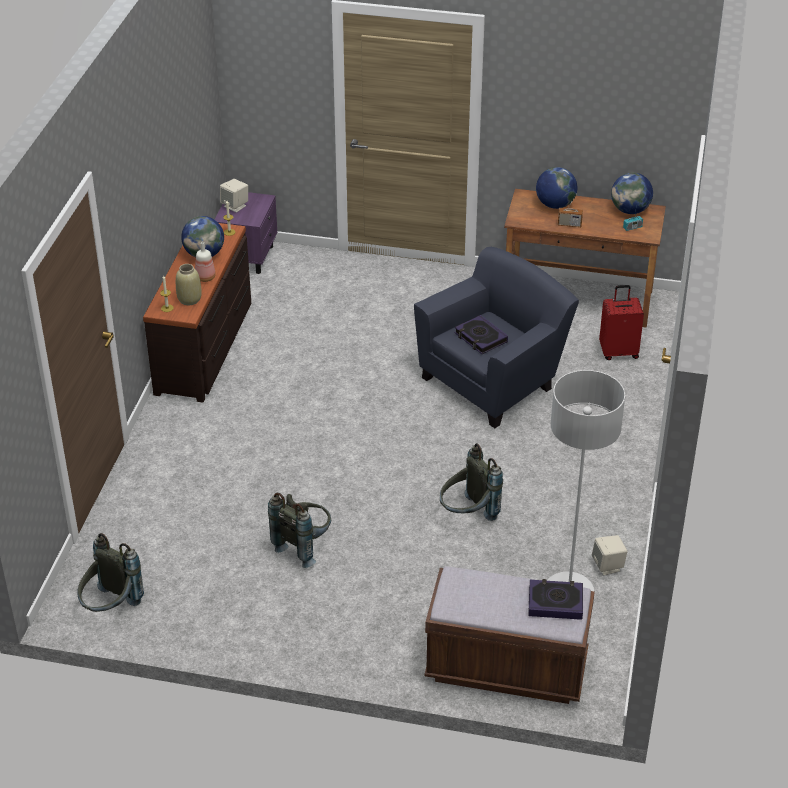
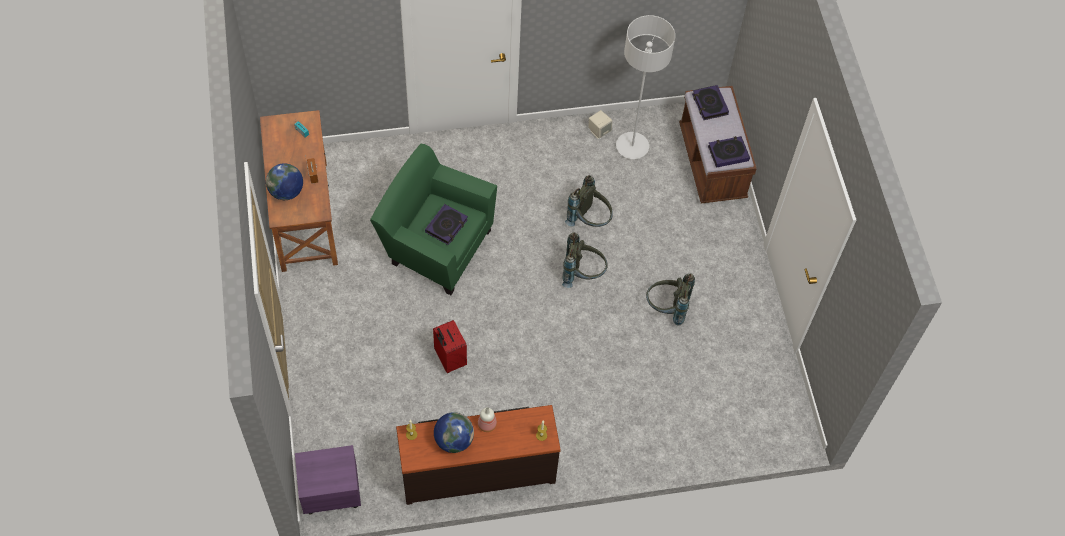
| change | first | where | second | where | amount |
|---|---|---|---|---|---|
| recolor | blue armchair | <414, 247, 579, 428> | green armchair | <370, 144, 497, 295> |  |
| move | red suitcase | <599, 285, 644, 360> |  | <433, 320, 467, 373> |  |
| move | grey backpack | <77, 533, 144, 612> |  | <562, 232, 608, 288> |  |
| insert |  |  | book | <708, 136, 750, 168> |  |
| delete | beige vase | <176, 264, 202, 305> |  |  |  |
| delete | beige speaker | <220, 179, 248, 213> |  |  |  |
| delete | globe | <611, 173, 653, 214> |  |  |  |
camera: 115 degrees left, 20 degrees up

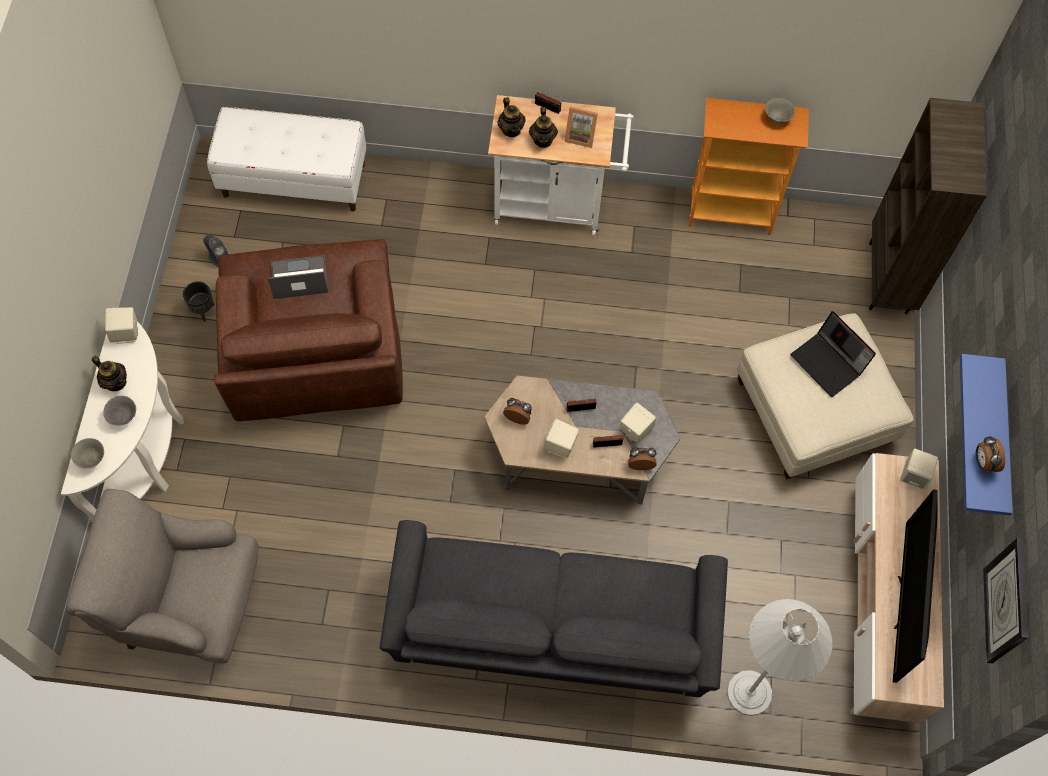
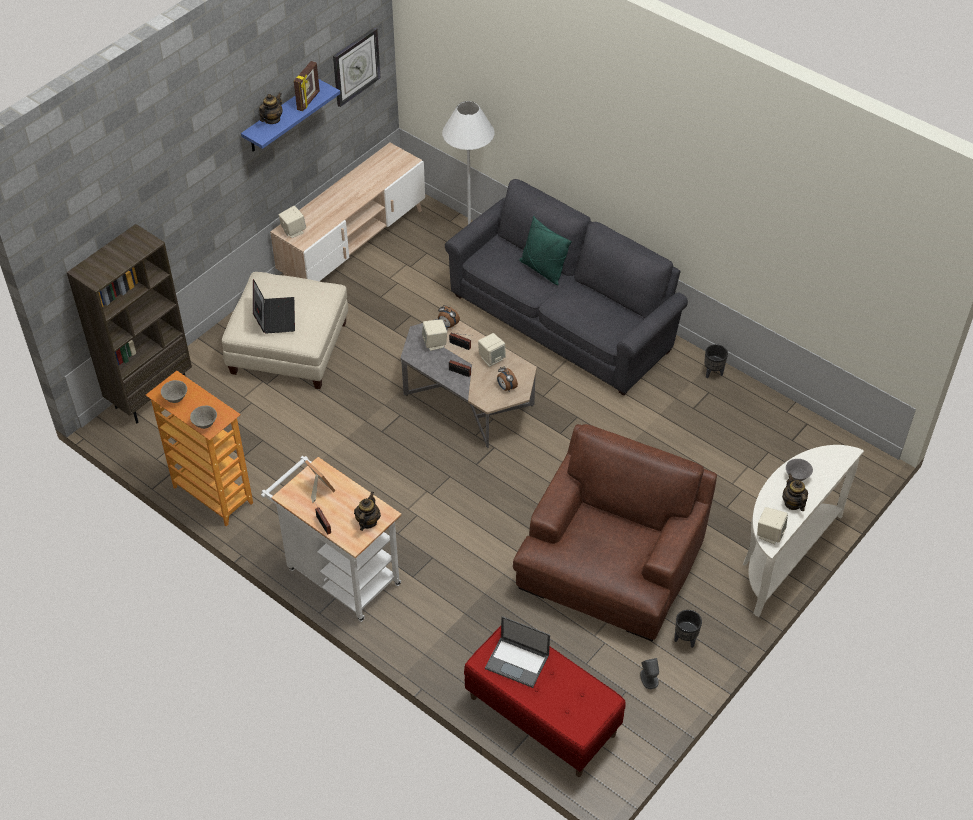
| change | first | where | second | where | amount |
|---|---|---|---|---|---|
| move | grey bowl | <71, 438, 104, 469> |  | <190, 406, 217, 429> |  |
| move | teapot | <529, 107, 558, 148> |  | <259, 93, 282, 124> |  |
| replace | alarm clock | <976, 436, 1005, 472> | picture frame | <294, 61, 320, 111> |  |
| recolor | white bench | <207, 107, 366, 211> | red bench | <464, 626, 626, 777> |  |
| move | laptop | <268, 255, 328, 299> |  | <485, 616, 550, 688> |  |
| insert |  |  | green pillow | <519, 216, 572, 286> |  |
| insert |  |  | black planter | <704, 344, 728, 378> |  |
| delete | grey armchair | <66, 489, 258, 663> |  |  |  |
| delete | television | <893, 489, 938, 683> |  |  |  |
camera: 145 degrees left, 15 degrees down

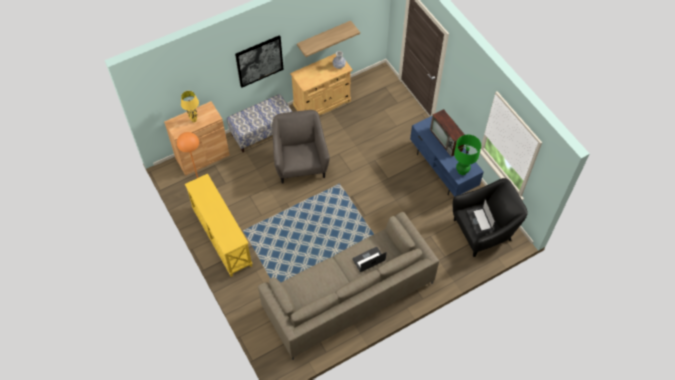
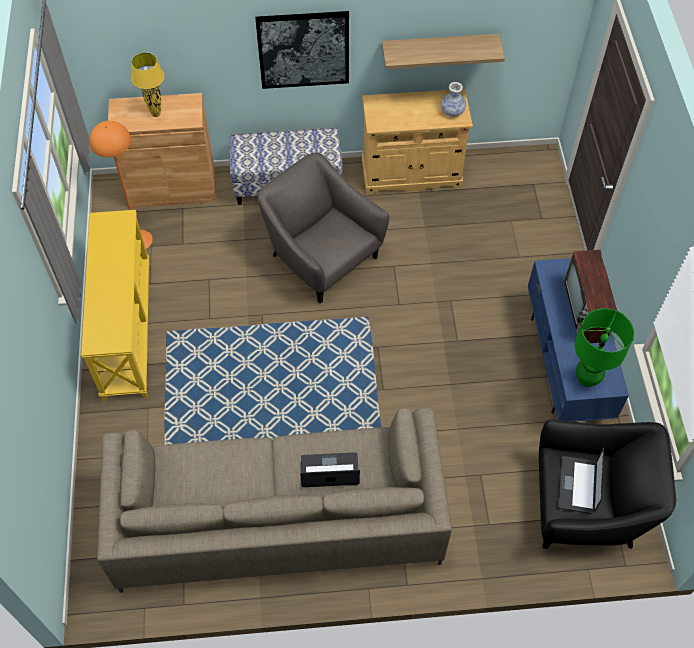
| change | first | where | second | where | amount |
|---|---|---|---|---|---|
| rotate | grey armchair | <273, 110, 330, 184> |  | <258, 152, 389, 303> | 60 degrees counterclockwise |
camera: 25 degrees right, 0 degrees up

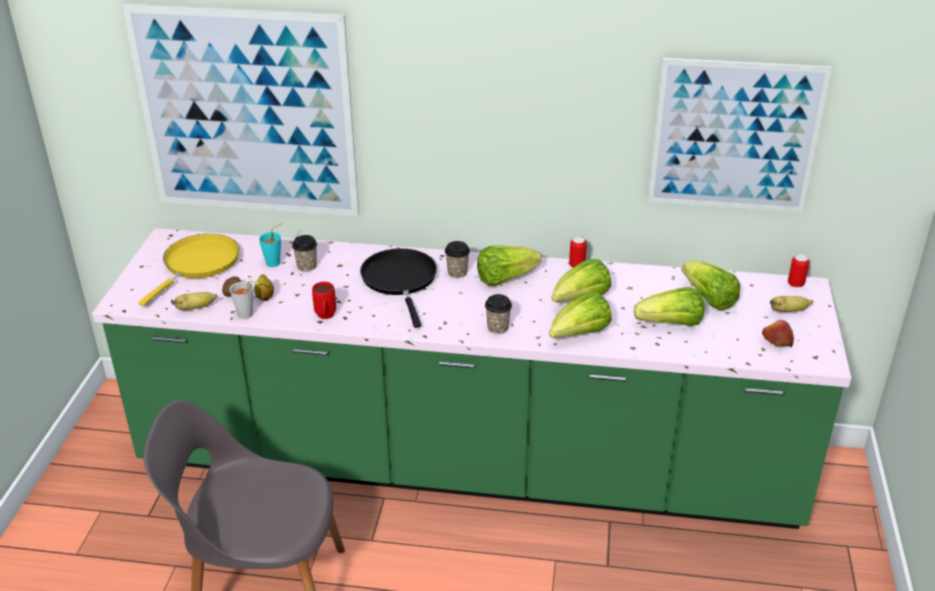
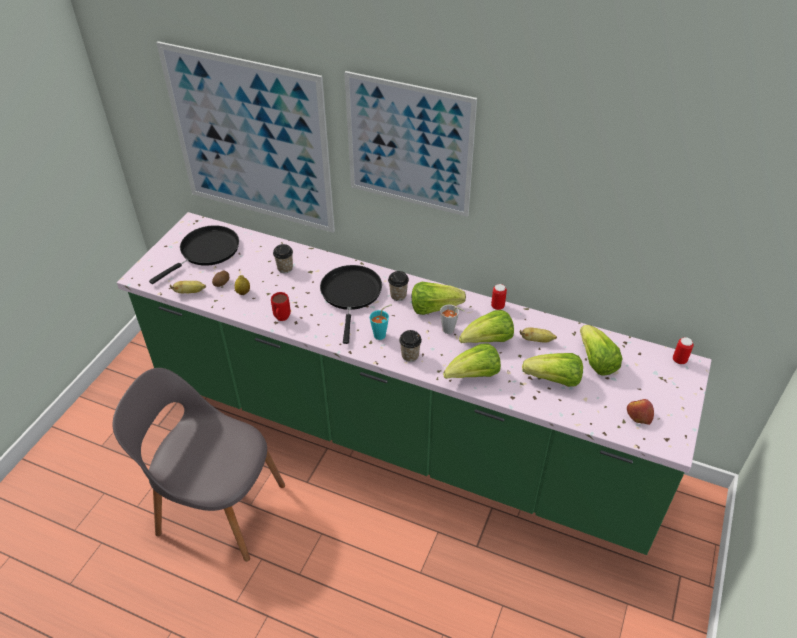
| change | first | where | second | where | amount |
|---|---|---|---|---|---|
| recolor | yellow frying pan | <138, 234, 239, 306> | black frying pan | <149, 225, 239, 284> |  |
| move | picture | <648, 58, 832, 212> |  | <344, 71, 477, 217> |  |
| move | turquoise cup | <259, 223, 283, 267> |  | <370, 304, 392, 340> |  |
| move | grey cup | <230, 281, 259, 319> |  | <440, 305, 465, 334> |  |
| move | banana | <770, 296, 813, 312> |  | <520, 327, 557, 342> |  |
camera: 15 degrees right, 10 degrees up

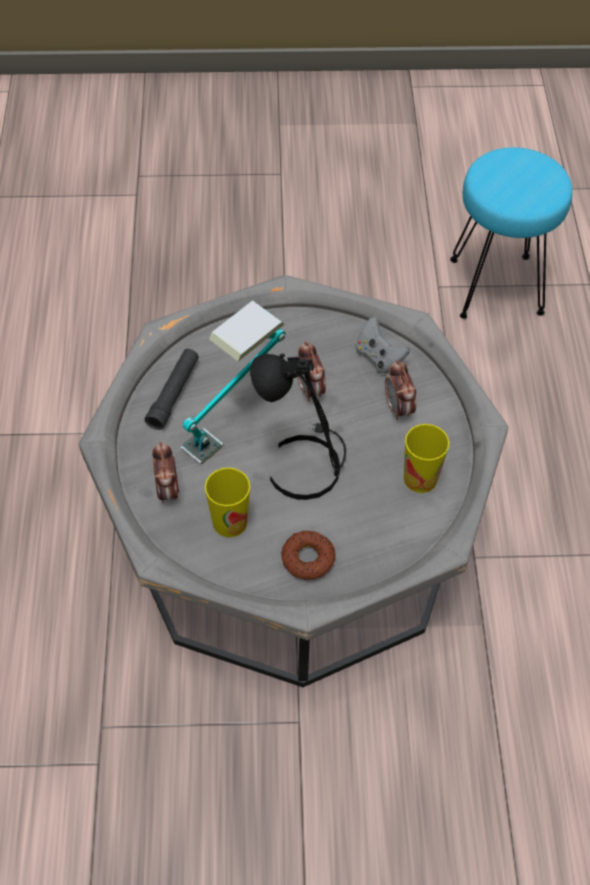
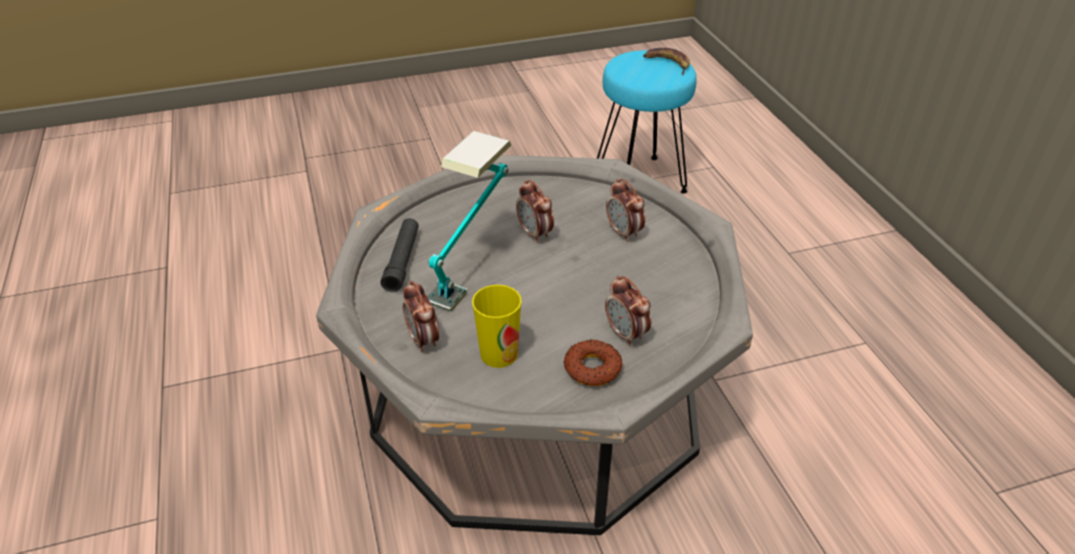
| change | first | where | second | where | amount |
|---|---|---|---|---|---|
| insert |  |  | alarm clock | <605, 276, 652, 346> |  |
| insert |  |  | banana | <643, 48, 690, 75> |  |
| delete | black table lamp | <250, 353, 346, 500> |  |  |  |
| delete | grey game controller | <356, 316, 410, 374> |  |  |  |
| delete | cup | <404, 424, 449, 493> |  |  |  |
camera: 15 degrees left, 15 degrees down

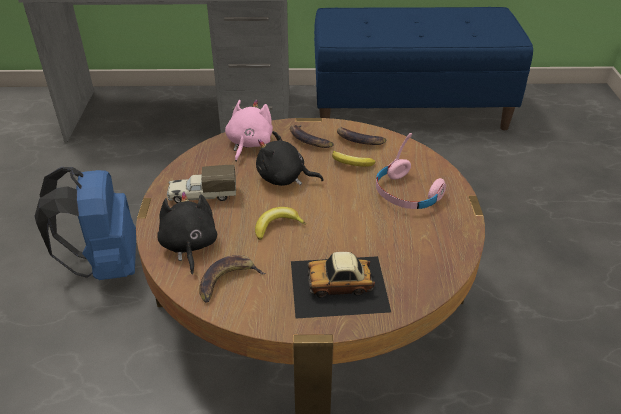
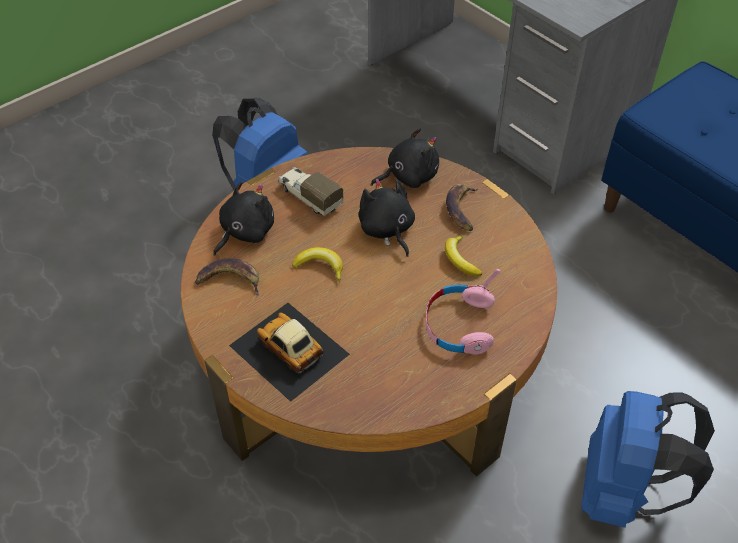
| change | first | where | second | where | amount |
|---|---|---|---|---|---|
| recolor | pink plush toy | <225, 99, 273, 162> | black plush toy | <371, 128, 439, 188> |  |
| insert |  |  | blue backpack | <581, 391, 715, 528> |  |
| delete | banana | <337, 127, 386, 145> |  |  |  |
camera: 50 degrees right, 10 degrees up

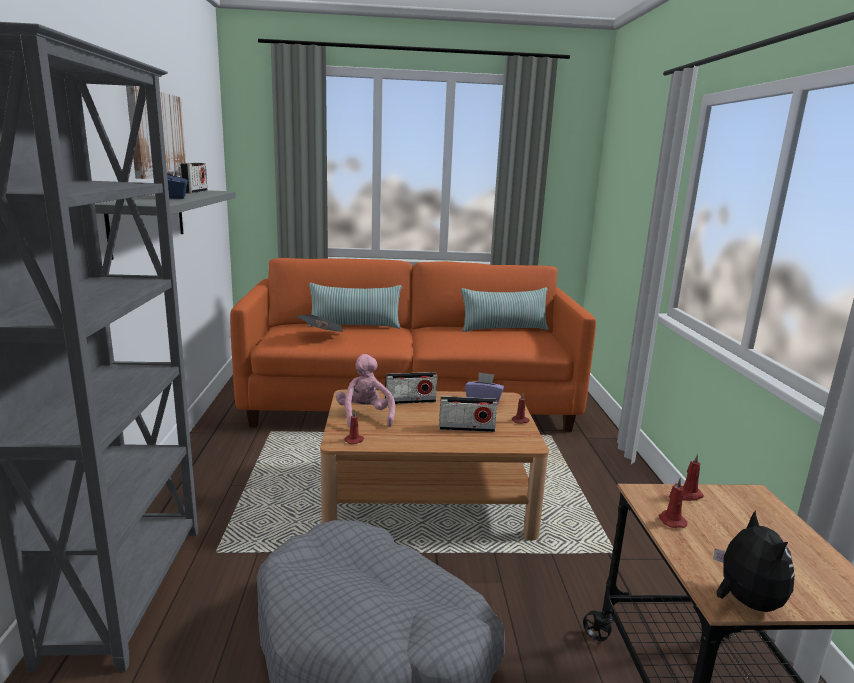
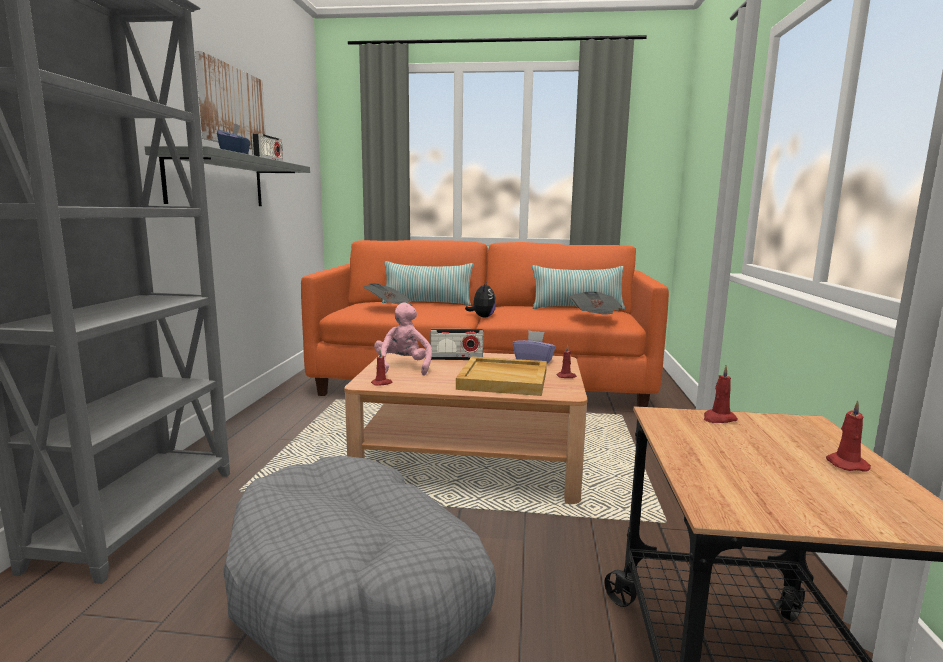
| change | first | where | second | where | amount |
|---|---|---|---|---|---|
| replace | radio | <439, 396, 497, 432> | beige tray | <456, 357, 547, 396> |  |
| move | plush toy | <714, 510, 795, 612> |  | <465, 282, 496, 317> |  |
| insert |  |  | newspaper | <569, 291, 622, 314> |  |
| move | red candle | <659, 477, 688, 528> |  | <826, 400, 871, 472> |  |
camera: 10 degrees right, 5 degrees down

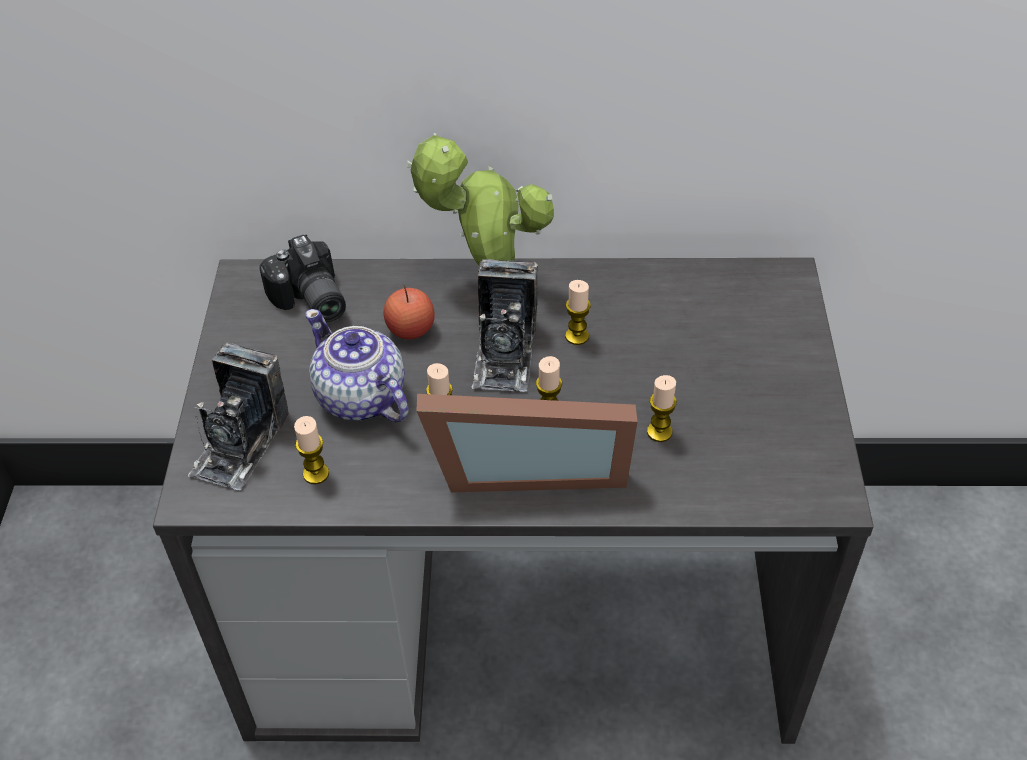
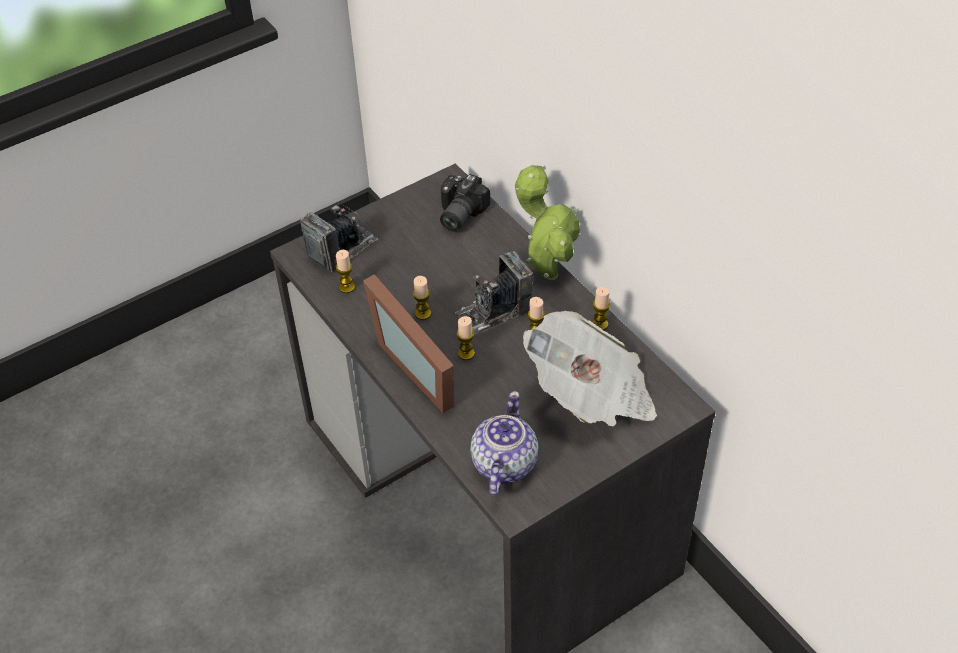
| change | first | where | second | where | amount |
|---|---|---|---|---|---|
| rotate | photo camera | <188, 343, 289, 490> |  | <300, 203, 378, 273> | 150 degrees clockwise |
| move | teapot | <305, 309, 409, 423> |  | <470, 391, 539, 496> |  |
| insert |  |  | newspaper | <523, 311, 657, 427> |  |
| move | candle | <647, 375, 677, 442> |  | <592, 287, 610, 330> |  |
| delete | apple | <384, 285, 435, 339> |  |  |  |
camera: 55 degrees right, 0 degrees up

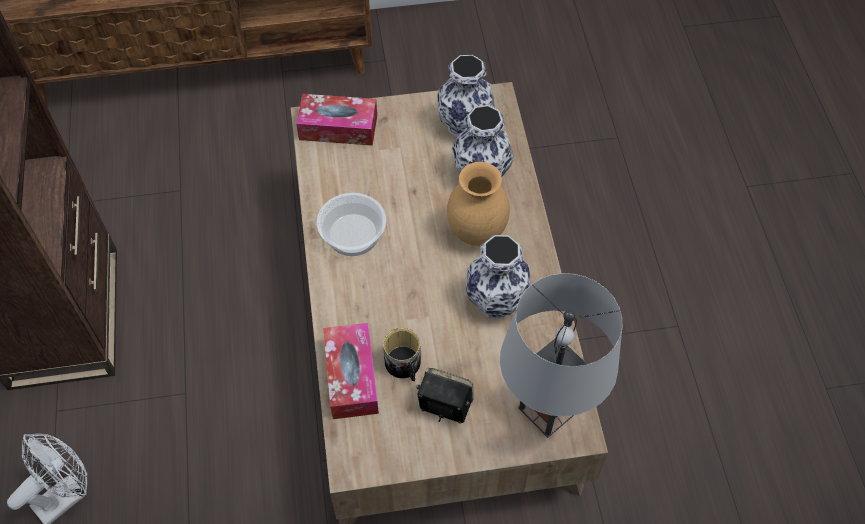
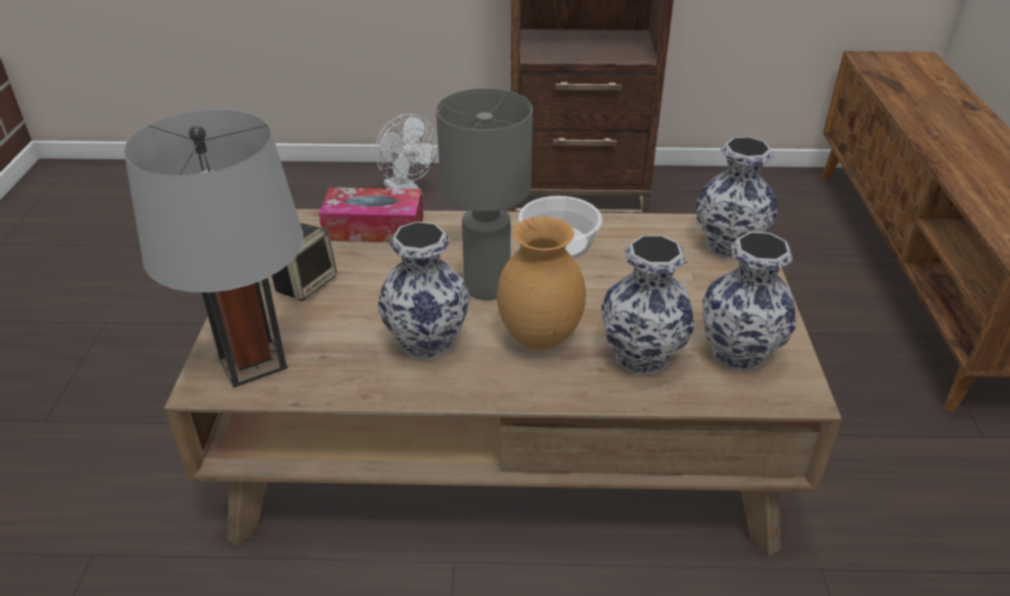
| change | first | where | second | where | amount |
|---|---|---|---|---|---|
| insert |  |  | grey table lamp | <436, 88, 533, 300> |  |
| replace | tissue box | <296, 94, 377, 146> | vase | <696, 137, 777, 259> |  |
| delete | mug | <383, 328, 421, 381> |  |  |  |
camera: 100 degrees right, 20 degrees down

